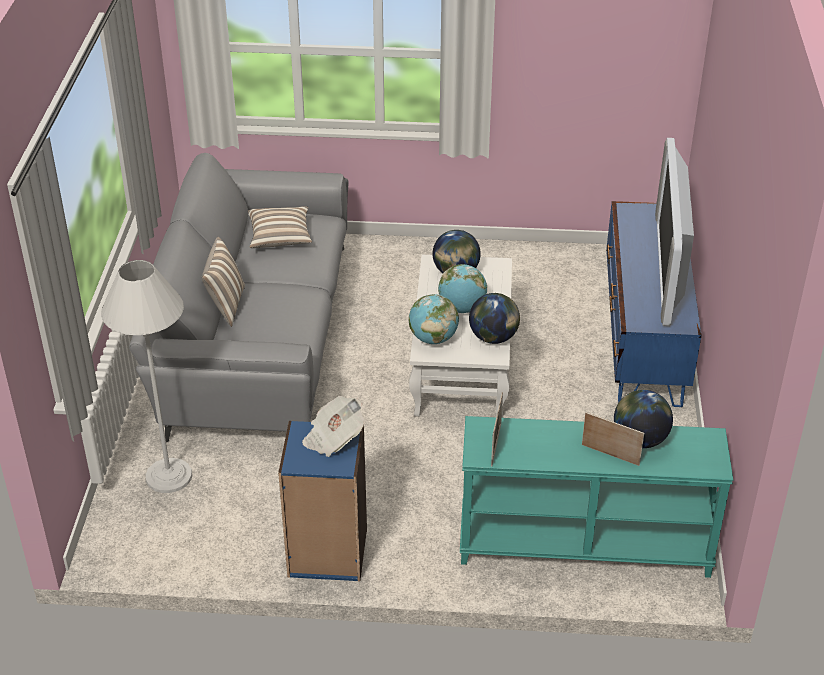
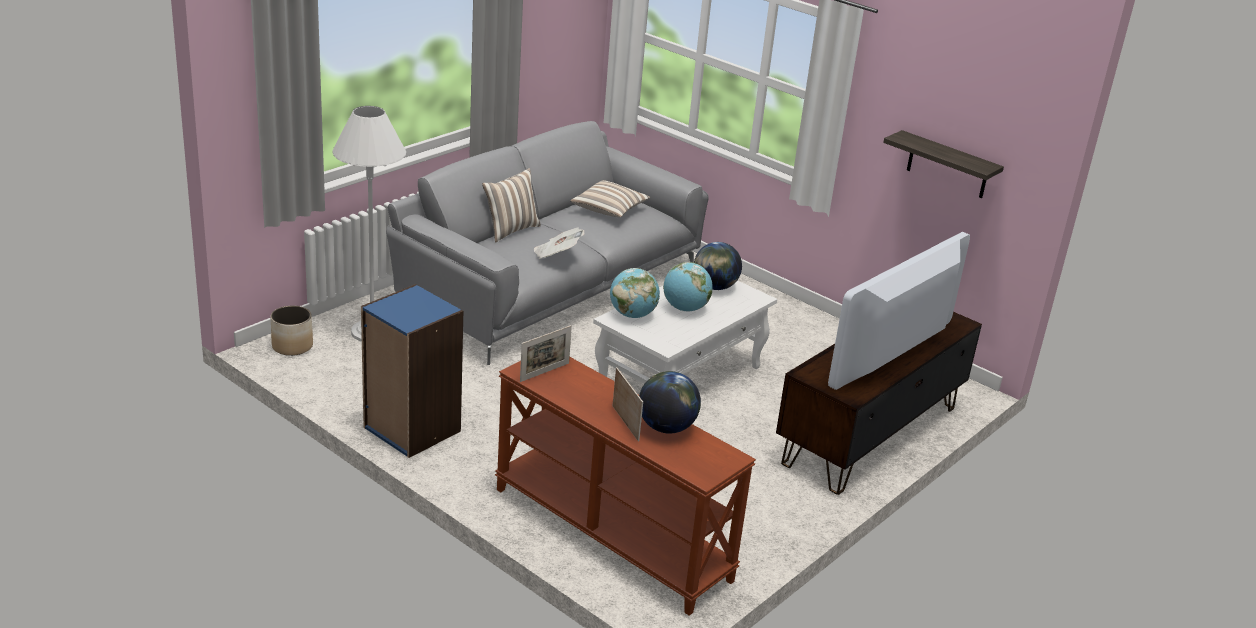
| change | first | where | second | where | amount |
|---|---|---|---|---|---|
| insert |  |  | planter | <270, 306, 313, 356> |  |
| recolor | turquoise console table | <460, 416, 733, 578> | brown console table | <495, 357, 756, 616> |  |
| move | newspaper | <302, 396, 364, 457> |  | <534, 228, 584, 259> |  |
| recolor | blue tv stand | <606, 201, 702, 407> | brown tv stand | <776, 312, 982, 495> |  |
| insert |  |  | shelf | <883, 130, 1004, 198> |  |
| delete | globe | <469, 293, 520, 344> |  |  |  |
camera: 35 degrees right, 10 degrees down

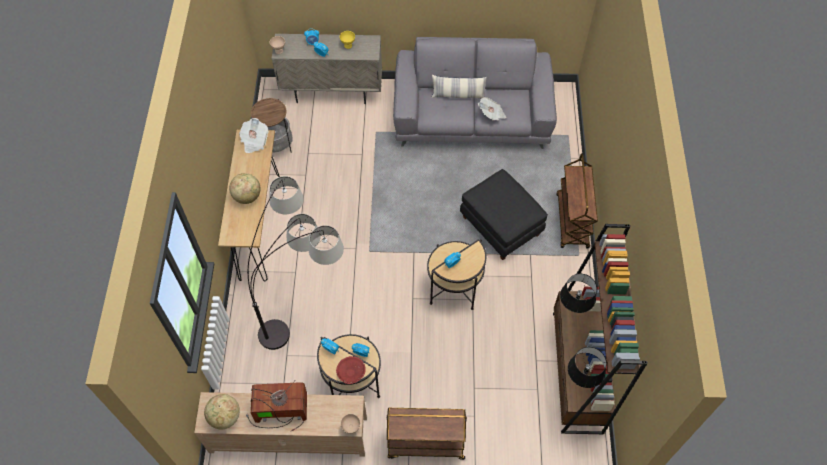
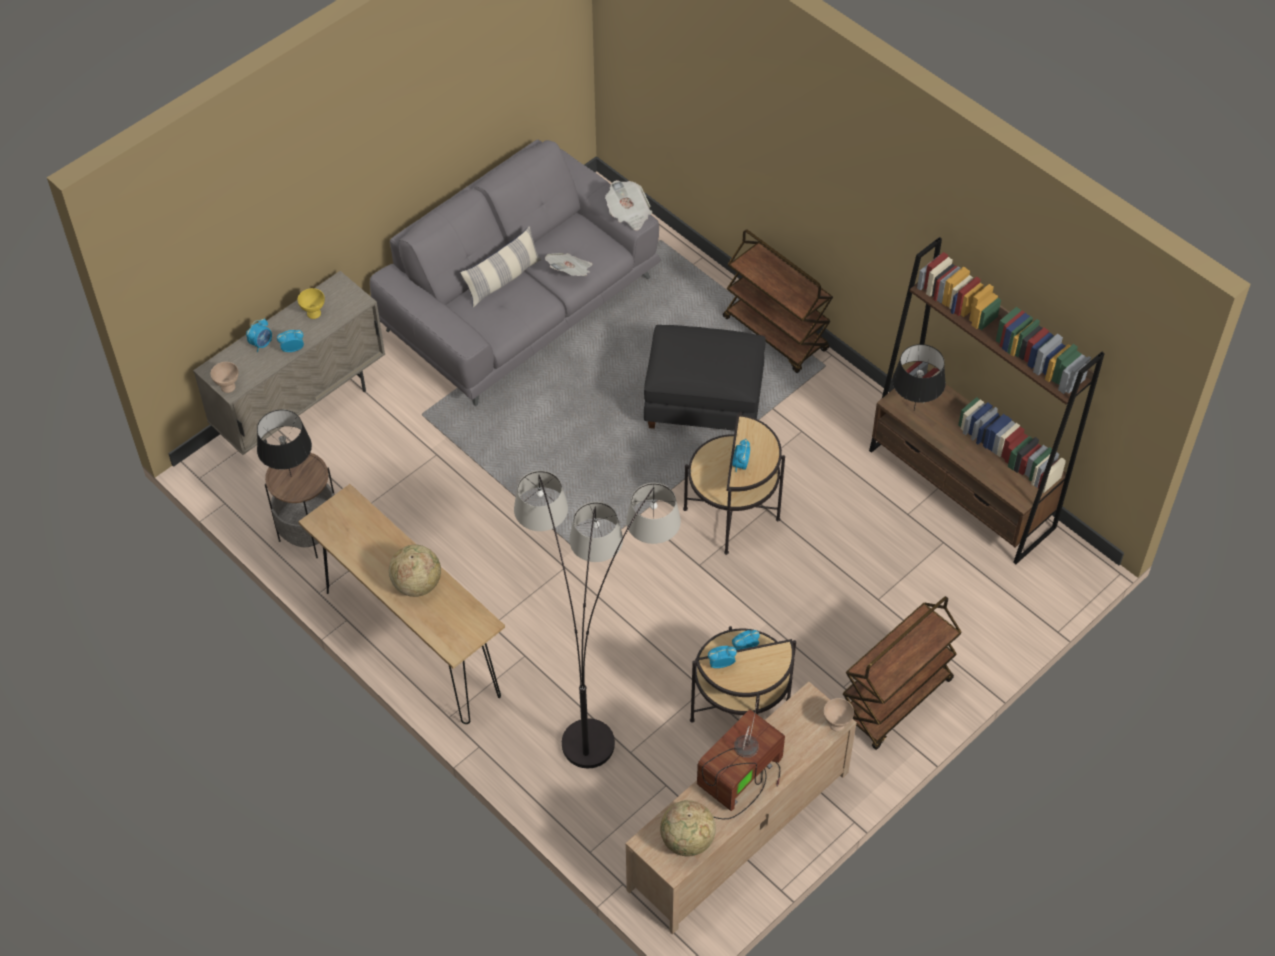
| change | first | where | second | where | amount |
|---|---|---|---|---|---|
| move | black table lamp | <568, 347, 606, 388> |  | <257, 410, 312, 477> |  |
| move | newspaper | <239, 118, 269, 153> |  | <605, 180, 652, 230> |  |
| delete | red bowl | <336, 356, 366, 384> |  |  |  |
camera: 45 degrees left, 5 degrees down

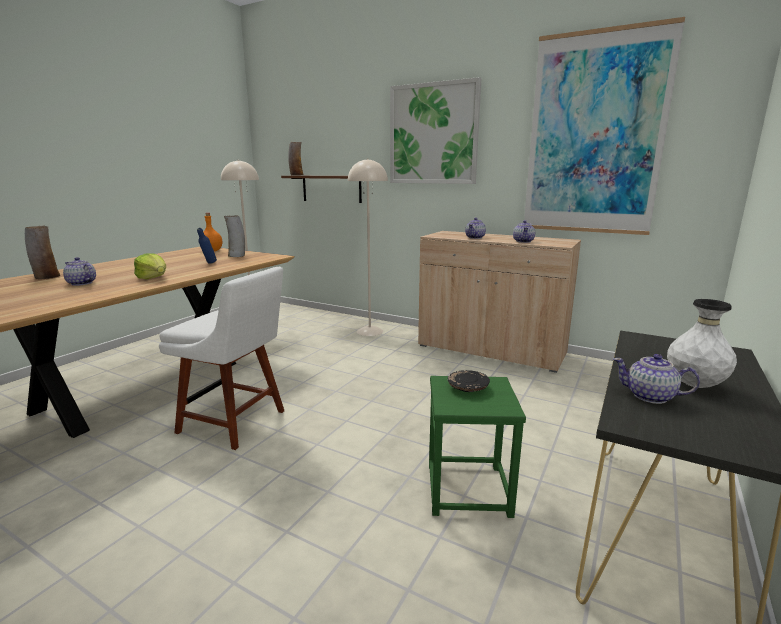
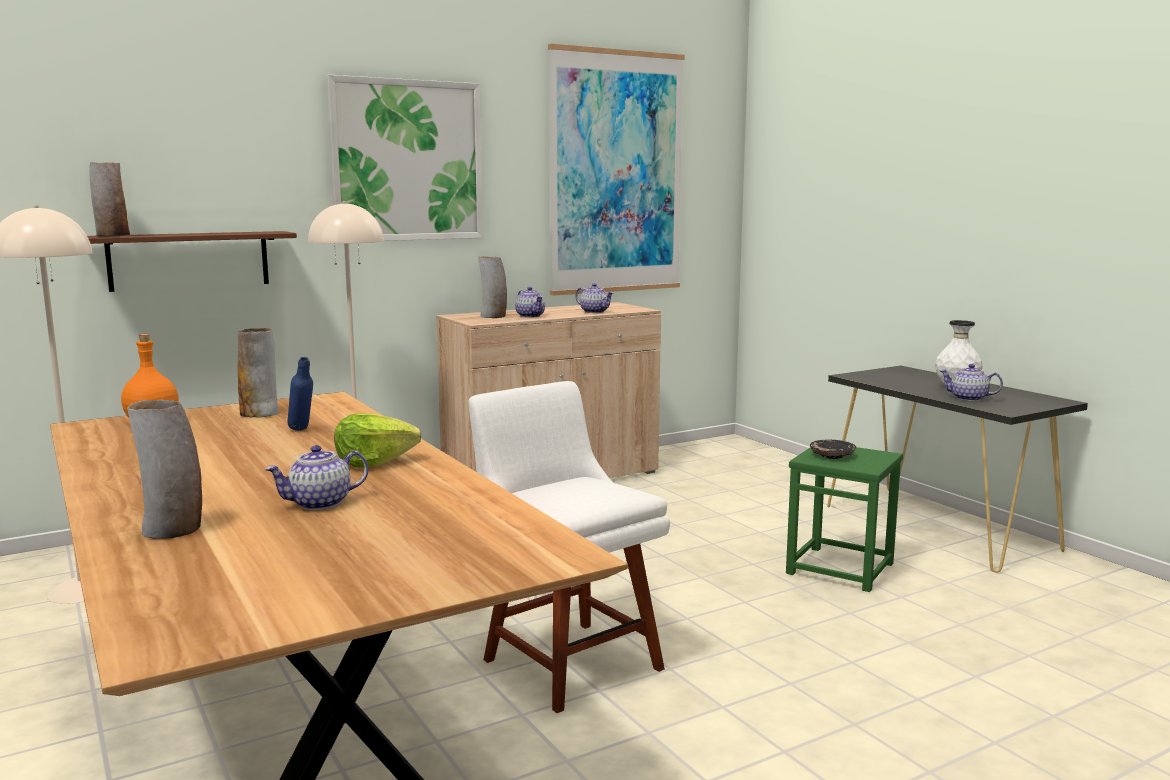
| change | first | where | second | where | amount |
|---|---|---|---|---|---|
| rotate | white chair | <159, 267, 284, 450> |  | <468, 381, 670, 713> | 90 degrees counterclockwise |
| insert |  |  | vase | <478, 256, 507, 318> |  |
| rotate | teapot | <613, 354, 700, 404> |  | <940, 364, 1003, 401> | 60 degrees clockwise |
camera: 60 degrees left, 5 degrees down

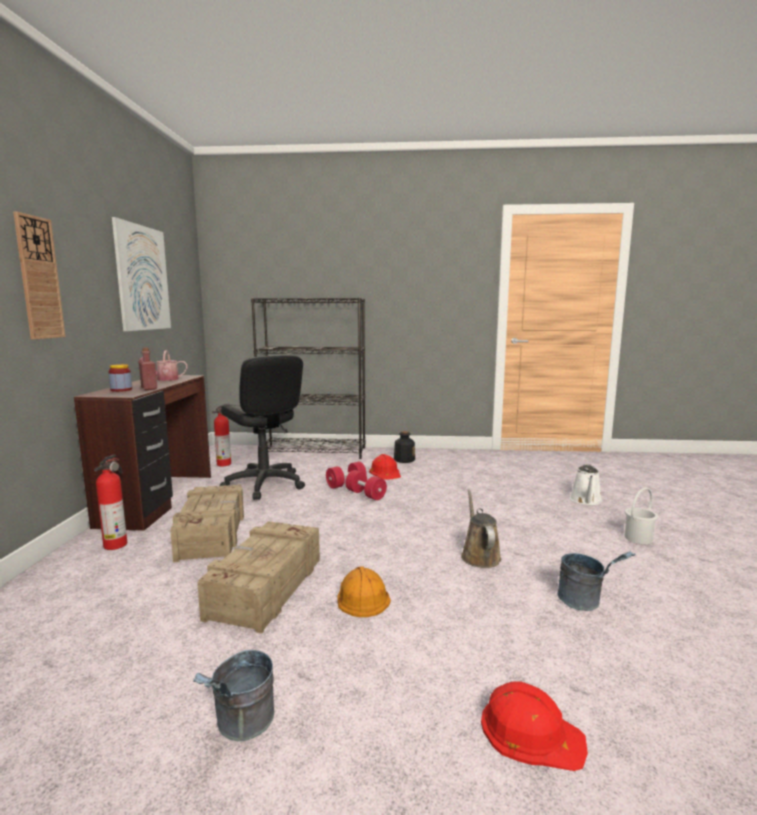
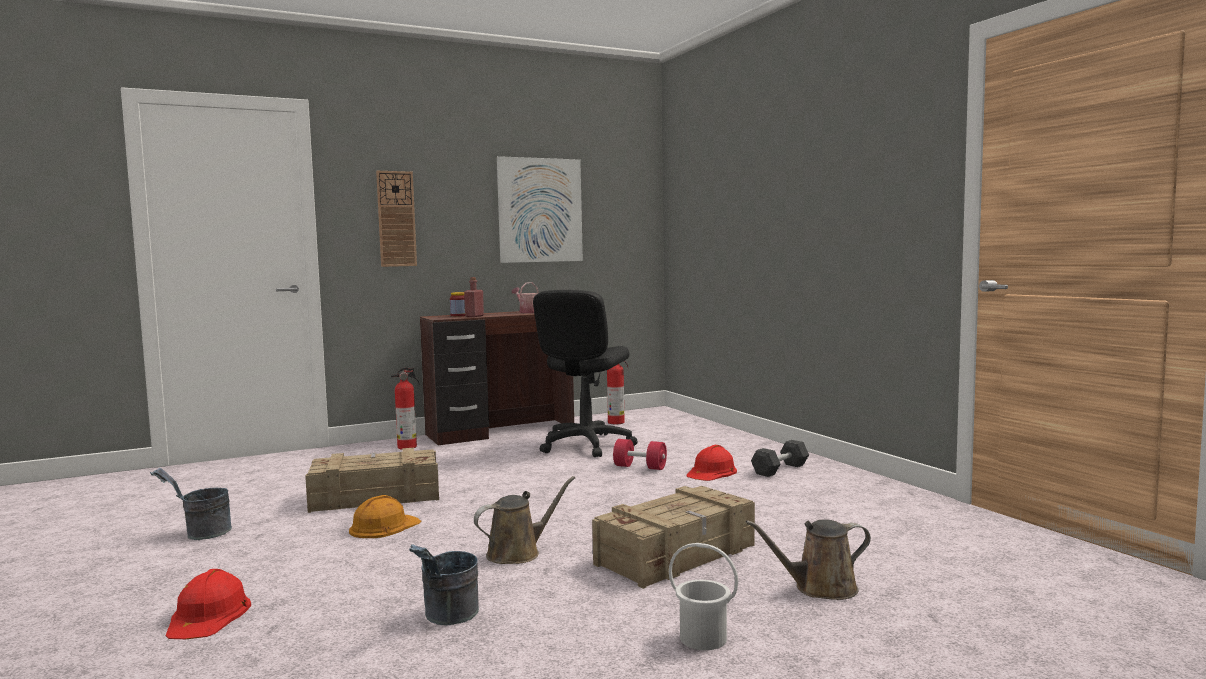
| change | first | where | second | where | amount |
|---|---|---|---|---|---|
| move | crate | <170, 485, 244, 562> |  | <592, 486, 755, 589> |  |
| recolor | white watering can | <570, 464, 603, 505> | brown watering can | <746, 519, 871, 600> |  |
| replace | bottle | <394, 431, 415, 463> | grey dumbbell | <751, 440, 809, 477> |  |
| delete | black bookcase | <251, 298, 365, 459> |  |  |  |
| delete | red dumbbell | <345, 470, 387, 500> |  |  |  |
camera: 60 degrees right, 5 degrees down

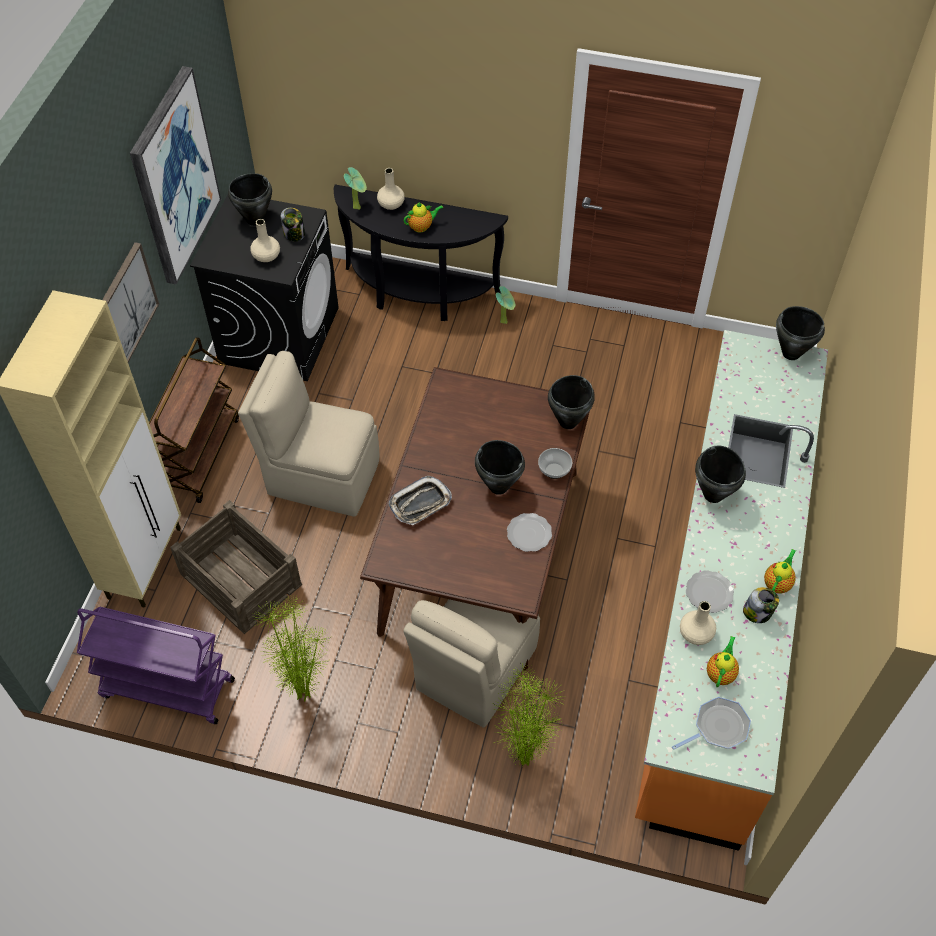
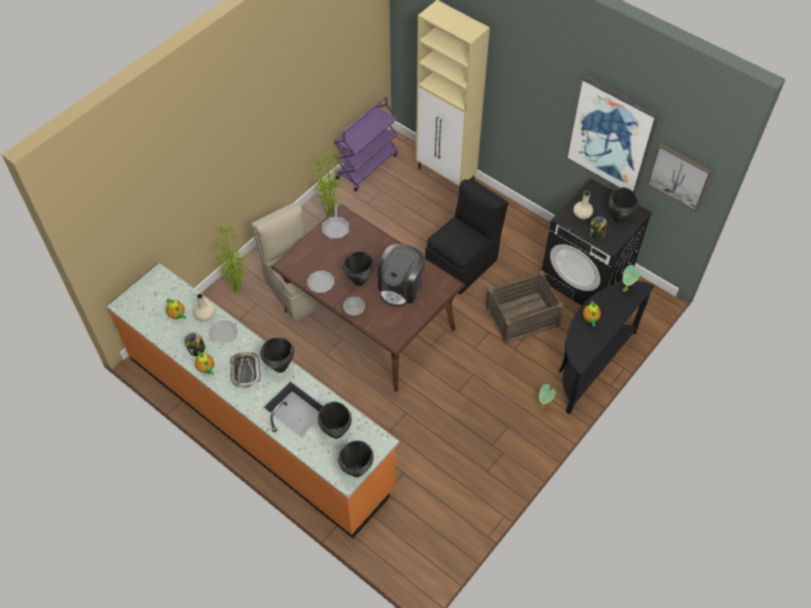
| change | first | where | second | where | amount |
|---|---|---|---|---|---|
| move | tray | <389, 476, 452, 525> |  | <230, 352, 261, 388> |  |
| move | black cooking pot | <548, 375, 595, 429> |  | <318, 402, 352, 439> |  |
| move | frying pan | <672, 697, 751, 750> |  | <322, 204, 349, 239> |  |
| insert |  |  | coffee machine | <378, 244, 425, 307> |  |
| recolor | beige chair | <238, 351, 379, 517> | black chair | <425, 178, 508, 294> |  |
| move | crate | <170, 500, 302, 634> |  | <485, 270, 564, 344> |  |
| move | picture | <102, 242, 159, 362> |  | <647, 144, 712, 212> |  |
| delete | brown cart | <149, 337, 239, 503> |  |  |  |
| delete | beige vase | <377, 168, 405, 210> |  |  |  |
camera: 115 degrees right, 0 degrees up

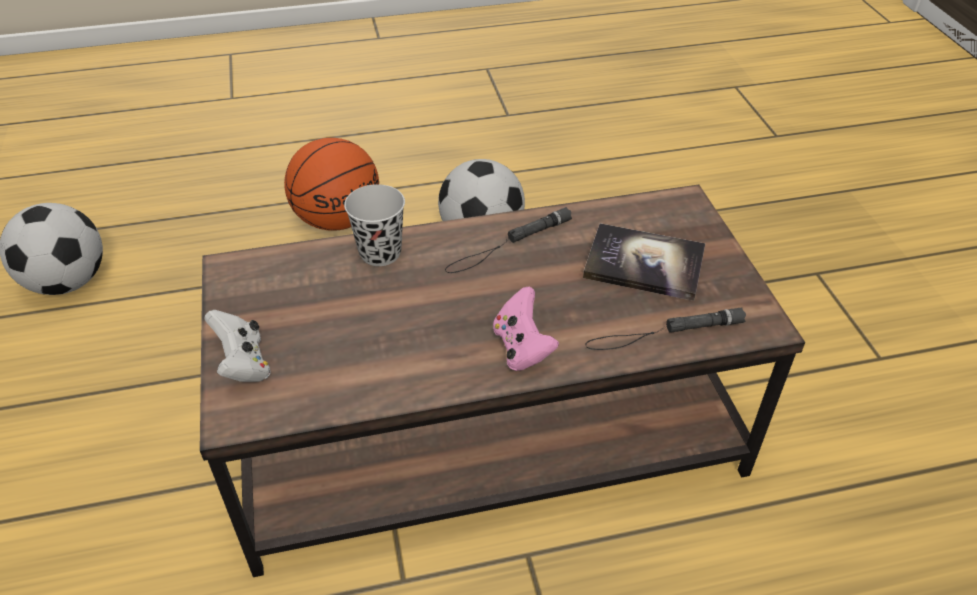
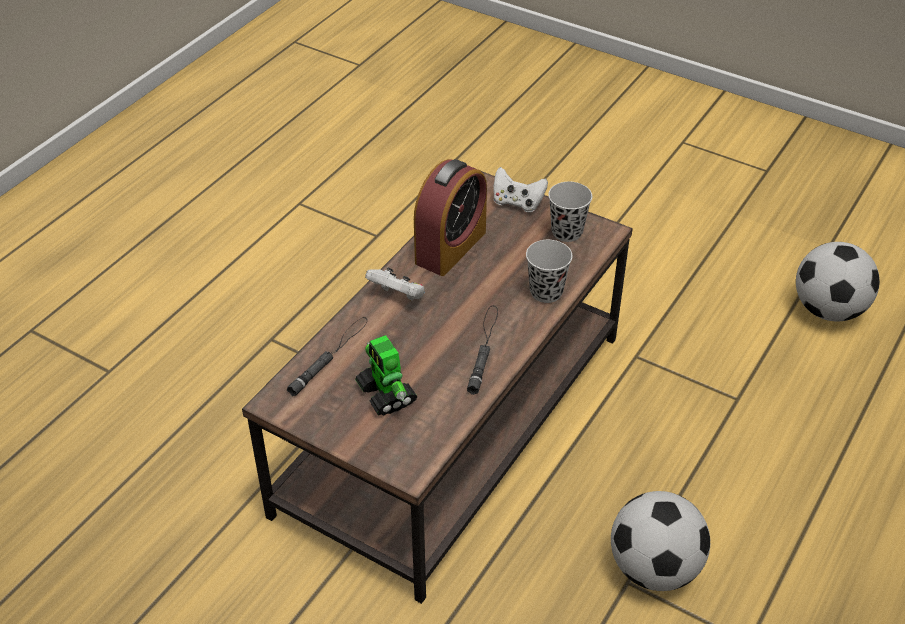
| change | first | where | second | where | amount |
|---|---|---|---|---|---|
| replace | book | <583, 223, 705, 301> | toy robot | <355, 335, 417, 416> |  |
| recolor | pink game controller | <493, 287, 559, 371> | white game controller | <365, 267, 425, 301> |  |
| insert |  |  | alarm clock | <414, 159, 487, 276> |  |
| insert |  |  | black cup | <548, 182, 592, 242> |  |
| delete | basketball | <284, 138, 379, 231> |  |  |  |
camera: 135 degrees right, 0 degrees up

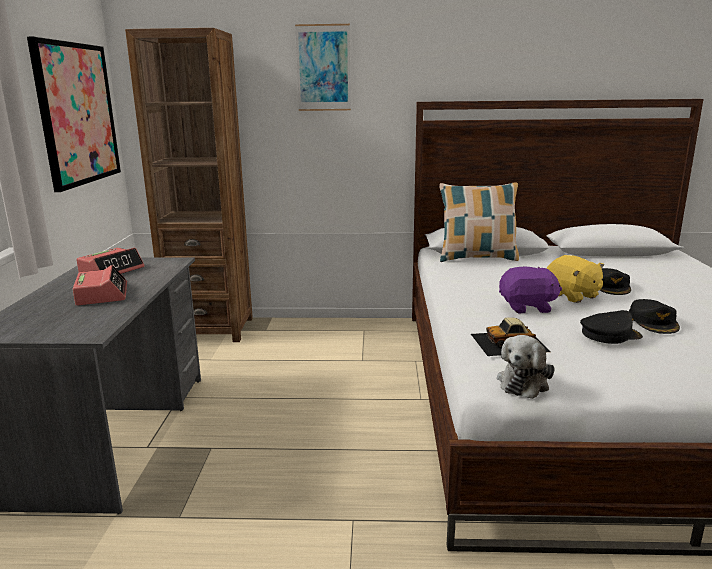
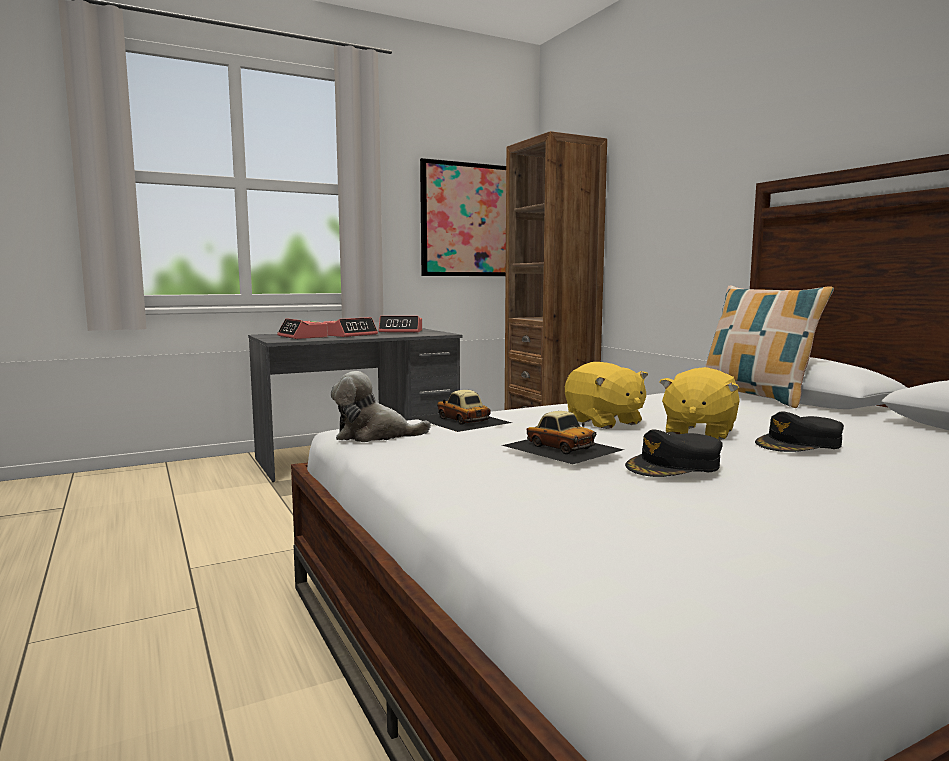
| change | first | where | second | where | amount |
|---|---|---|---|---|---|
| insert |  |  | alarm clock | <277, 318, 328, 339> |  |
| replace | black cap | <580, 310, 643, 344> | toy car | <502, 411, 624, 464> |  |
| recolor | purple plush toy | <499, 267, 562, 313> | yellow plush toy | <565, 362, 648, 429> |  |
| delete | picture | <295, 24, 351, 111> |  |  |  |
camera: 60 degrees right, 10 degrees down

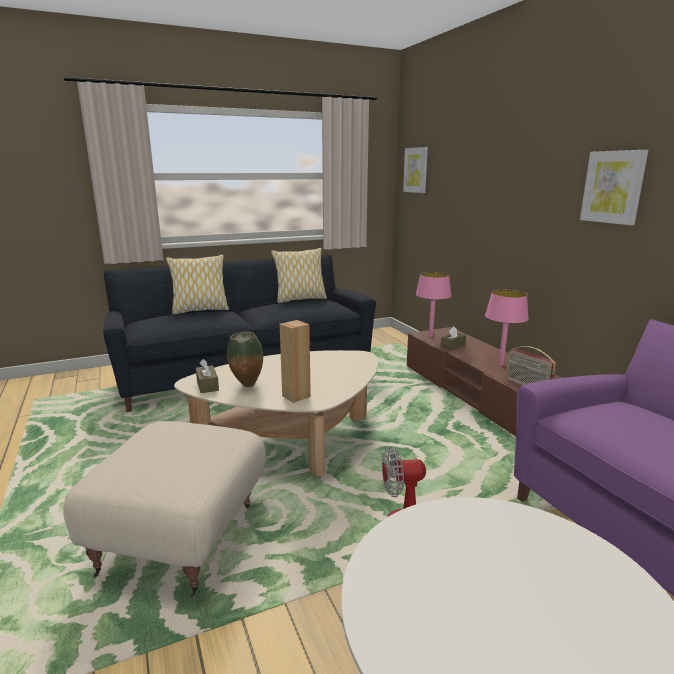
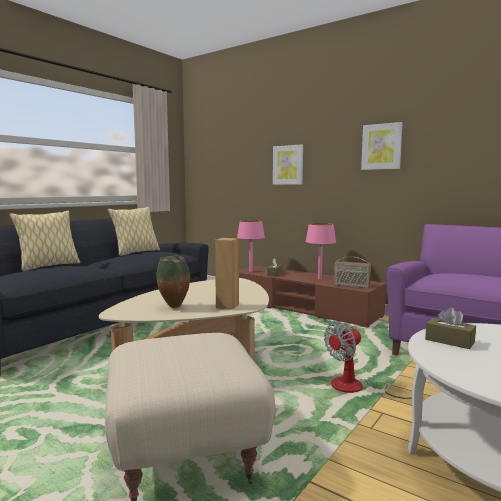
| change | first | where | second | where | amount |
|---|---|---|---|---|---|
| move | picture | <403, 147, 428, 193> |  | <273, 144, 303, 185> |  |
| move | brown tissue box | <196, 359, 219, 393> |  | <425, 307, 476, 349> |  |
camera: 30 degrees left, 10 degrees down

